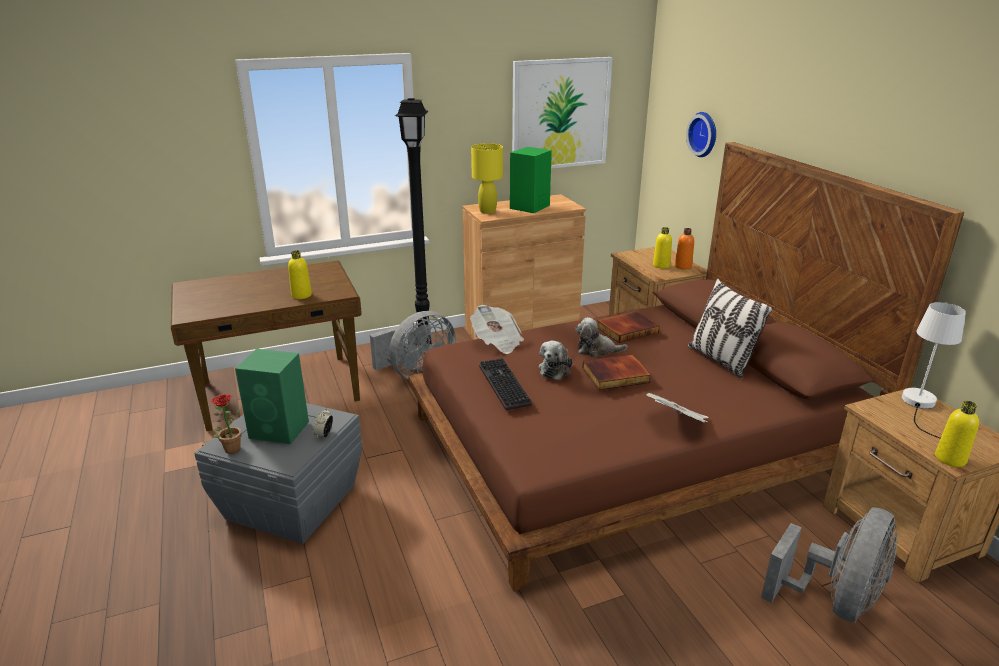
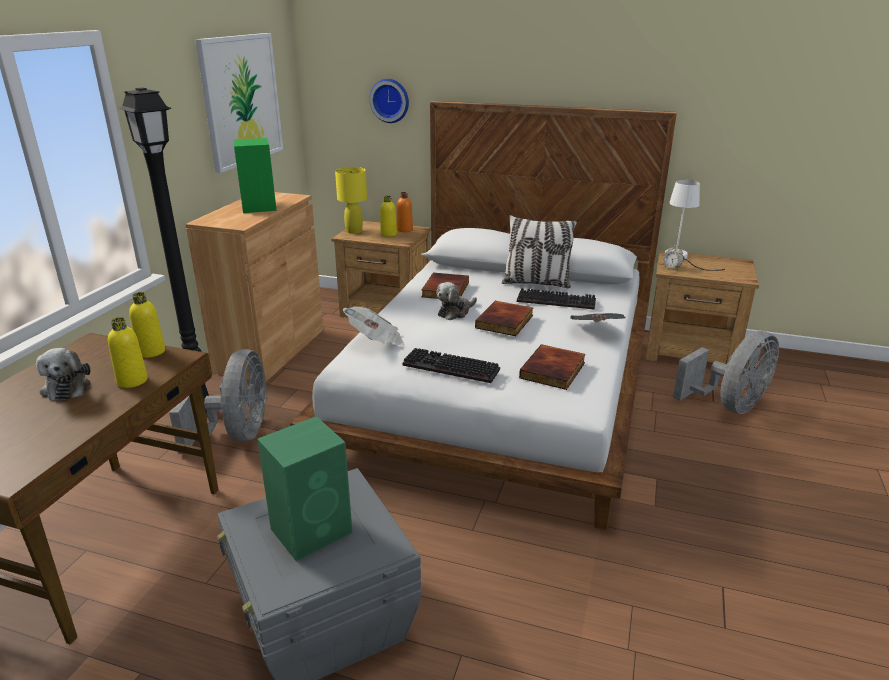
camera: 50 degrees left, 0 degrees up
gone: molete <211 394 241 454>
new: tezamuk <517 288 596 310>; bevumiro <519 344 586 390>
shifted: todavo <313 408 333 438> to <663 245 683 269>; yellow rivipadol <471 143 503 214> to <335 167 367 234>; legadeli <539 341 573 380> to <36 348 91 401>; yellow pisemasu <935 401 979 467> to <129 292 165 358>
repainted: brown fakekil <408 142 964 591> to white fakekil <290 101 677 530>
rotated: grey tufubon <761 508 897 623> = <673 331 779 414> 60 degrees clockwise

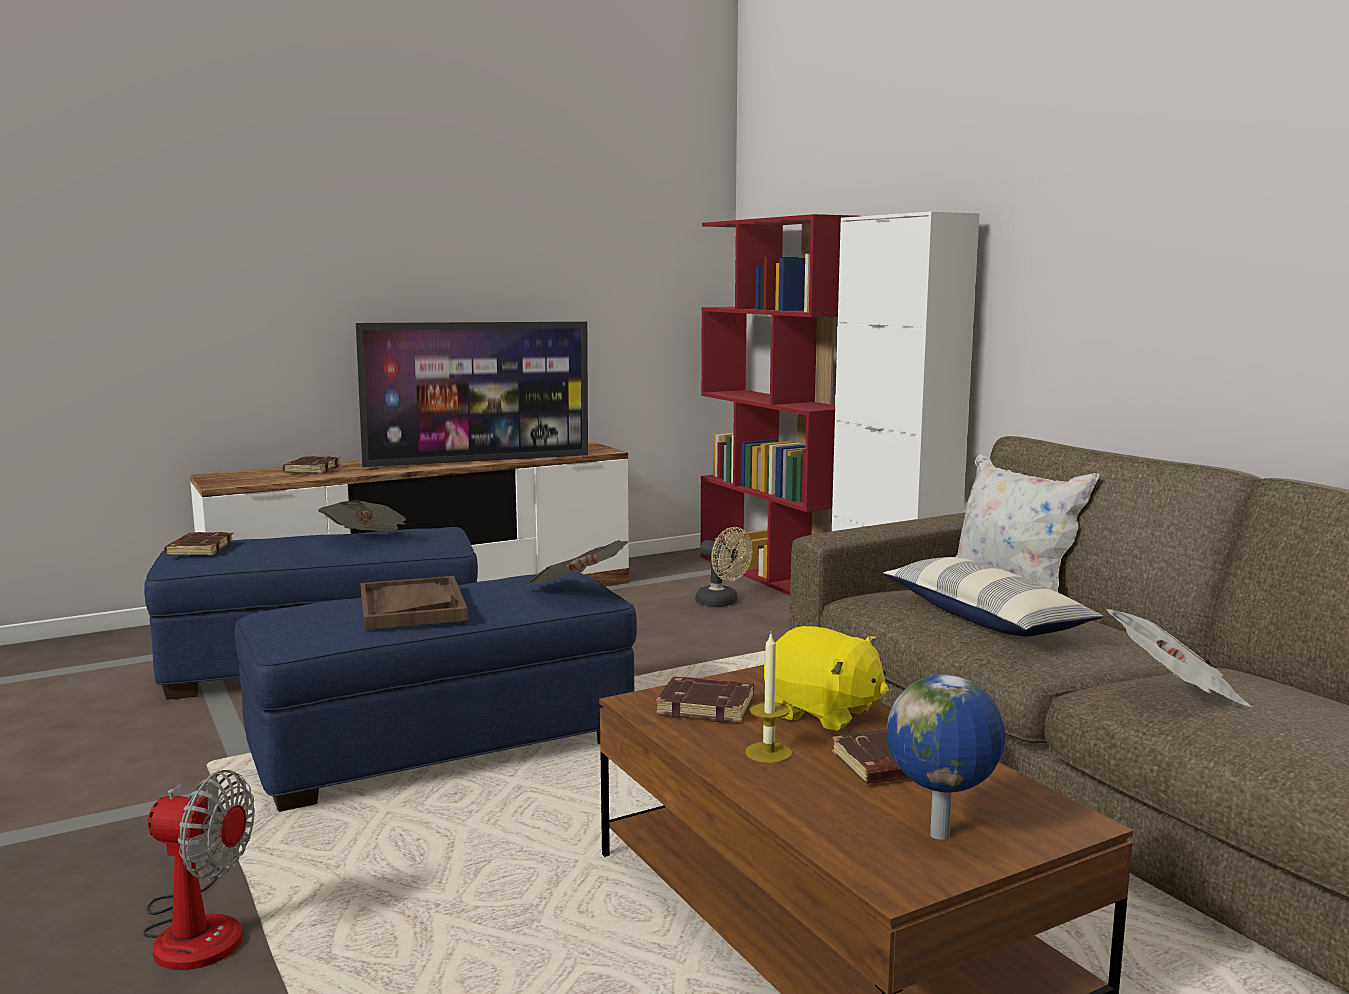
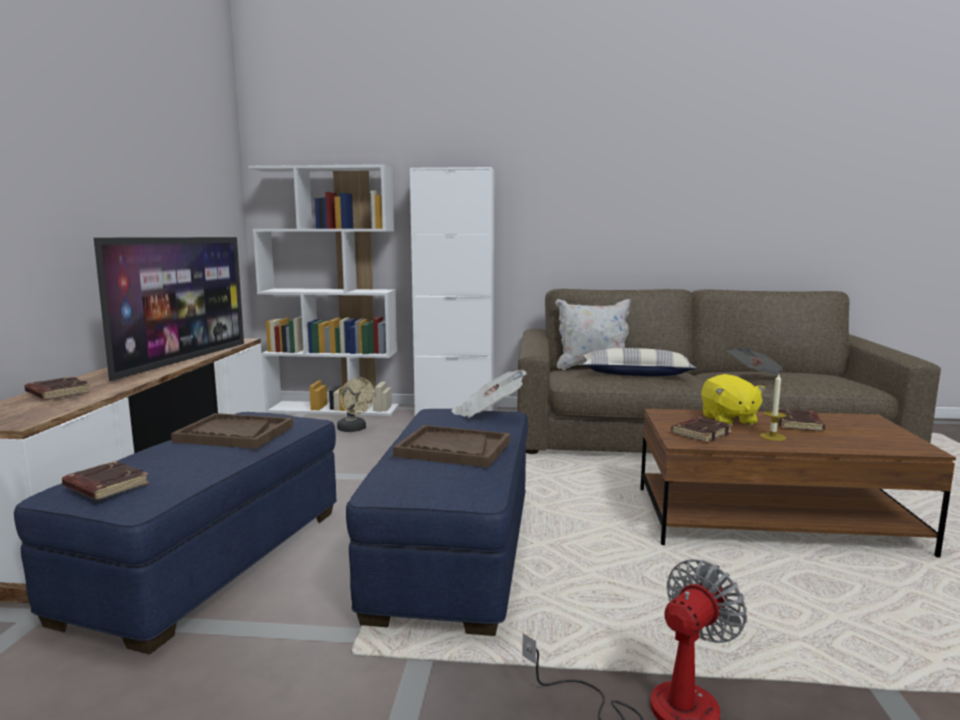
camera: 55 degrees left, 0 degrees up
gone: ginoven <887 674 1005 840>
swapped: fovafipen <318 501 407 531> to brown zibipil <171 413 293 449>
repainted: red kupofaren <700 214 858 595> to white kupofaren <248 164 399 416>
rotated: beige tufubon <696 527 753 607> = <337 377 375 432> 60 degrees clockwise; yellow legadeli <764 626 889 731> = <701 374 766 425> 105 degrees clockwise

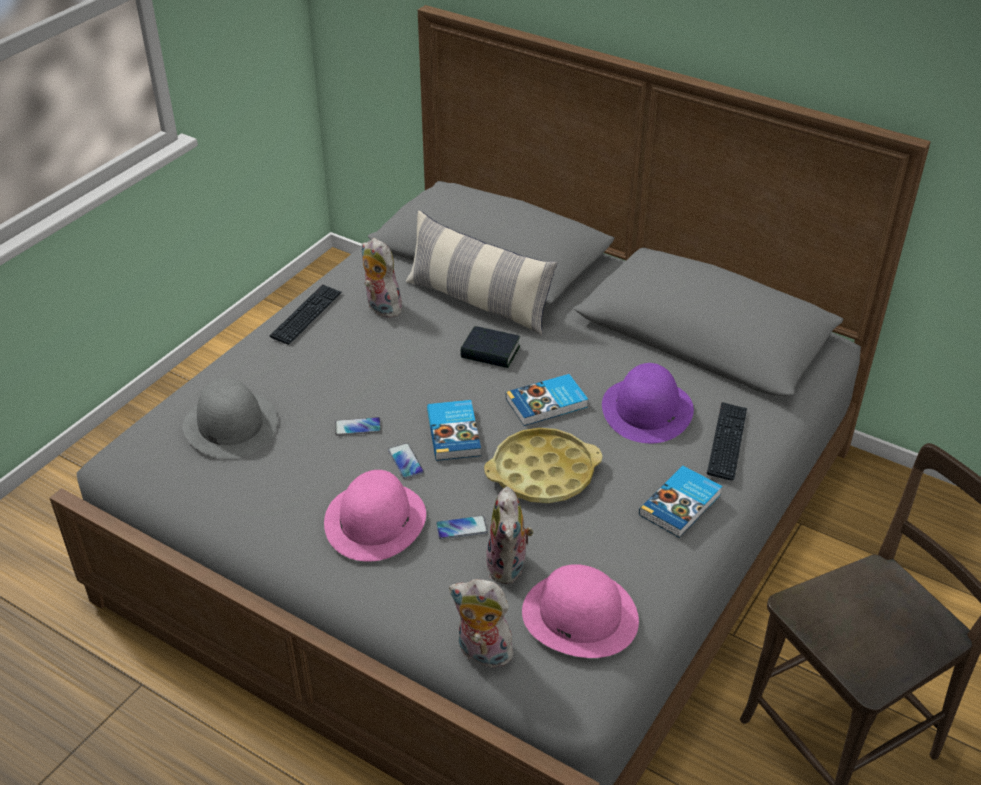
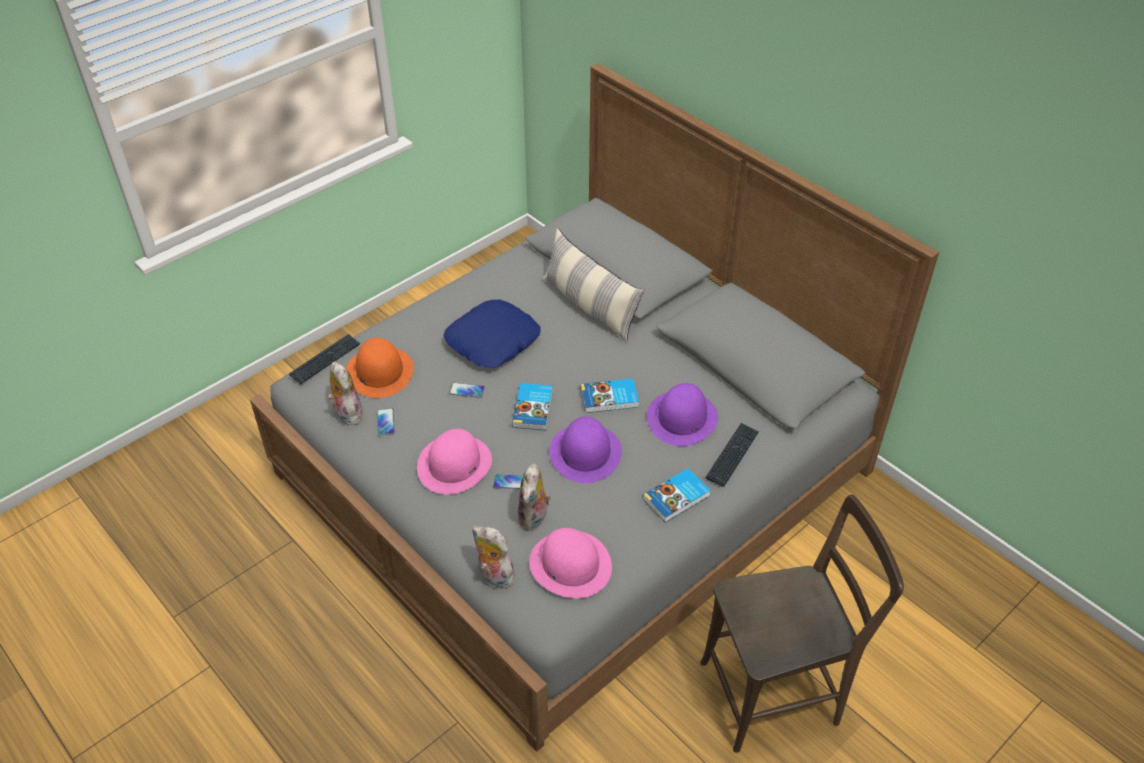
camera: 15 degrees right, 5 degrees up
gone: bevumiro <460 326 520 368>
new: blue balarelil <443 300 541 368>
shifted: tezamuk <270 284 342 345> to <289 334 361 384>; legadeli <362 238 402 318> to <327 361 363 425>; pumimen <388 443 424 479> to <377 408 395 435>
swapped: yellow zibipil <484 428 602 503> to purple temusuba <550 417 622 483>
repainted: grey temusuba <183 378 278 459> to orange temusuba <346 338 413 398>

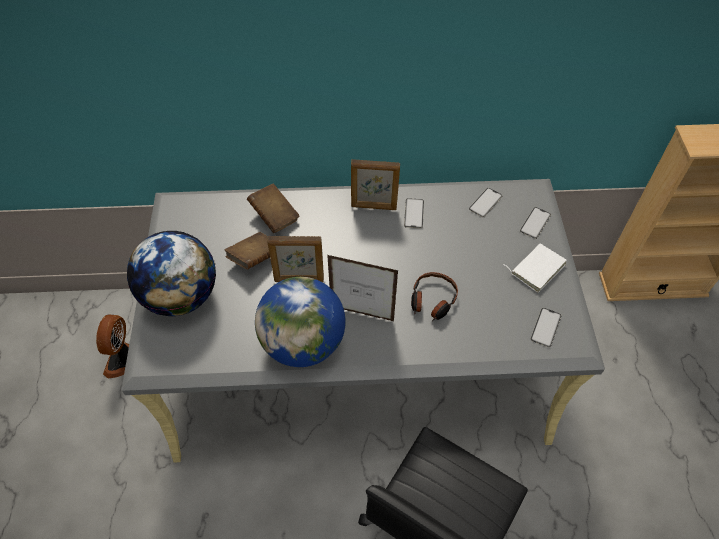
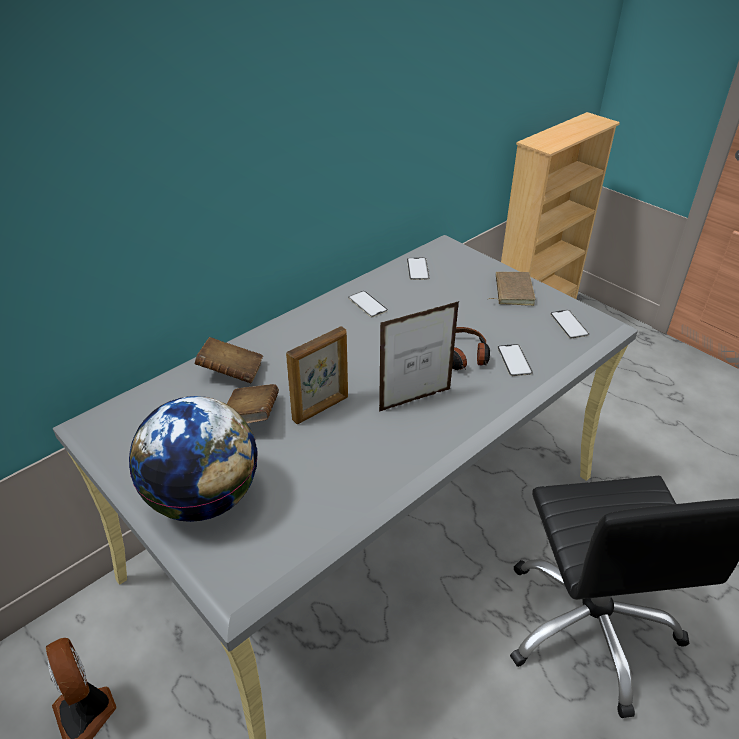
camera: 40 degrees left, 15 degrees down
gone: ginoven <255 277 345 367>; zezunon <351 159 400 210>
shifted: pumimen <520 207 551 239> to <497 344 533 376>
repainted: white bevumiro <505 243 566 293> to brown bevumiro <489 272 536 306>

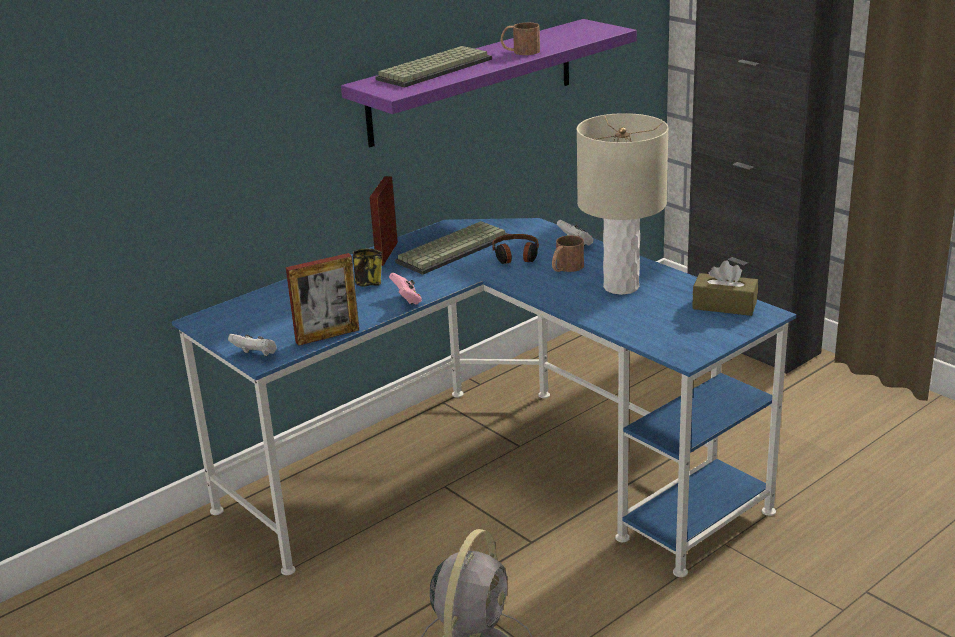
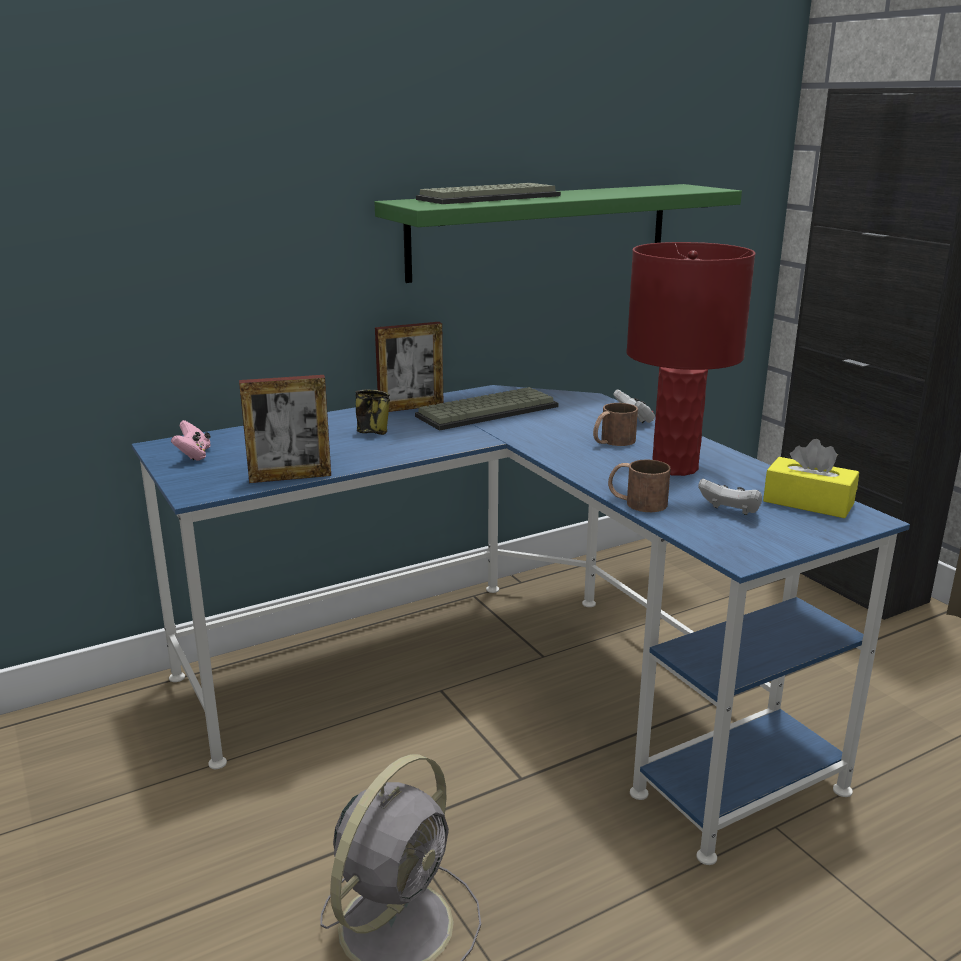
camera: 10 degrees right, 5 degrees down
gone: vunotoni <492 234 539 264>
shifted: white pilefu <228 334 277 356> to <698 479 762 515>; pink pilefu <389 273 422 305> to <171 420 211 460>; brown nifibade <500 23 540 55> to <608 459 671 512>
repainted: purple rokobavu <341 19 637 147> to green rokobavu <374 184 742 283>; beige rivipadol <577 113 669 295> to red rivipadol <626 242 756 476>; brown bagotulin <692 260 758 316> to yellow bagotulin <763 439 859 518>
rotated: zezunon <369 176 398 266> = <375 322 443 412> 135 degrees counterclockwise

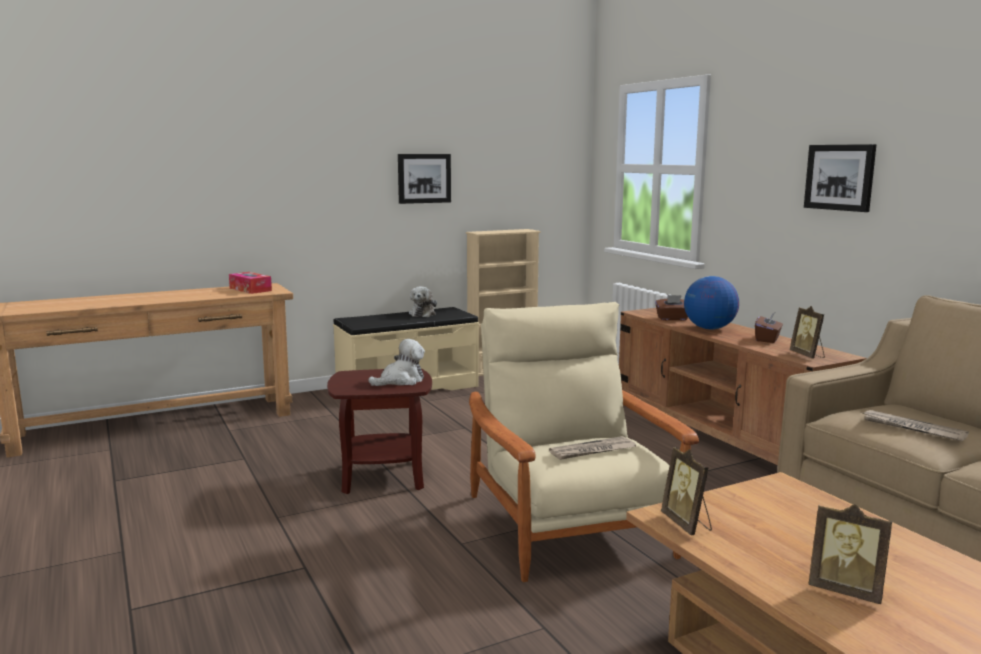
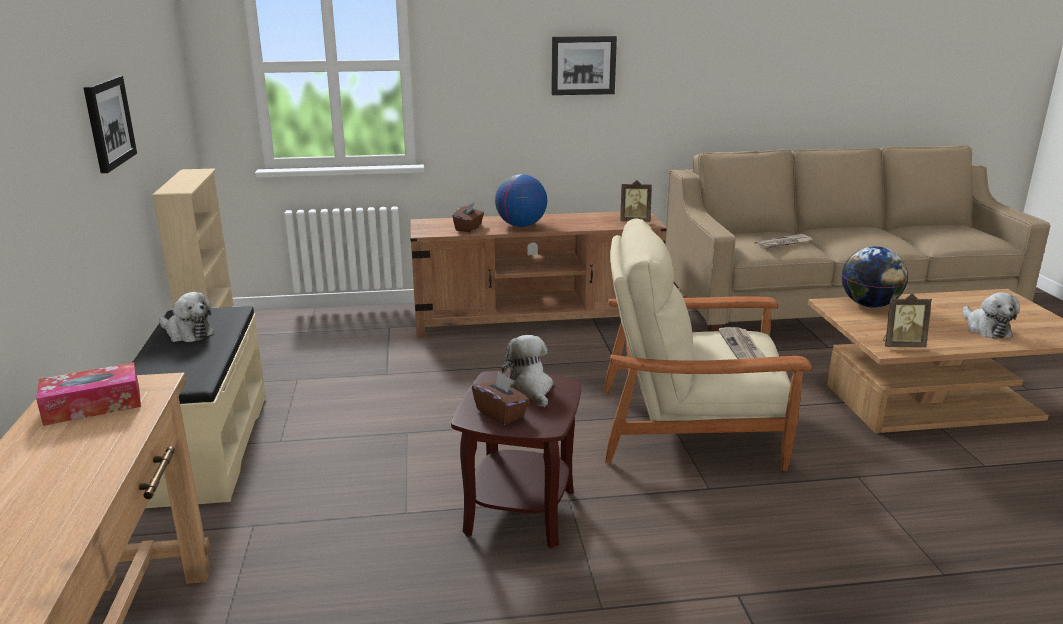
camera: 70 degrees left, 10 degrees up
new: ginoven <842 246 908 308>
shifted: brown bagotulin <755 312 783 343> to <472 372 530 425>
swapped: zezunon <808 504 892 604> to legadeli <963 292 1020 339>

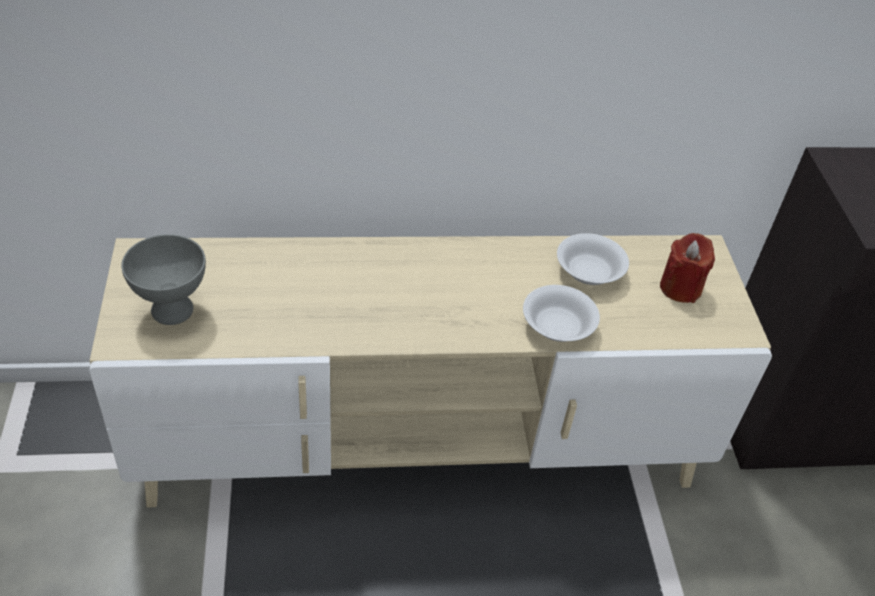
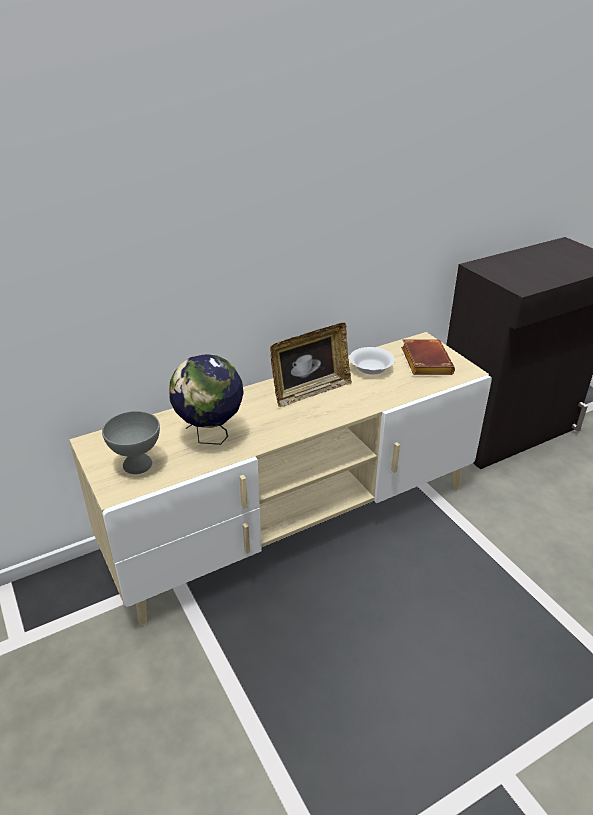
camera: 20 degrees left, 10 degrees down
gone: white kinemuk <523 285 600 342>
new: ginoven <169 354 244 445>; zezunon <270 323 352 407>
swapped: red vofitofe <660 233 715 303> to brown bevumiro <401 339 455 375>

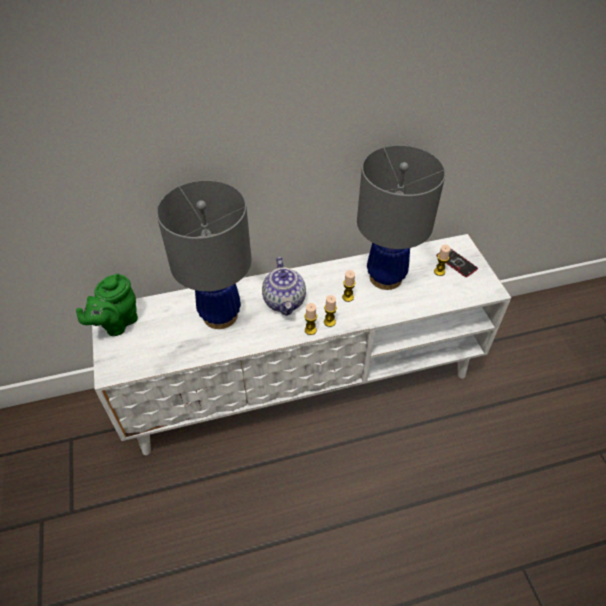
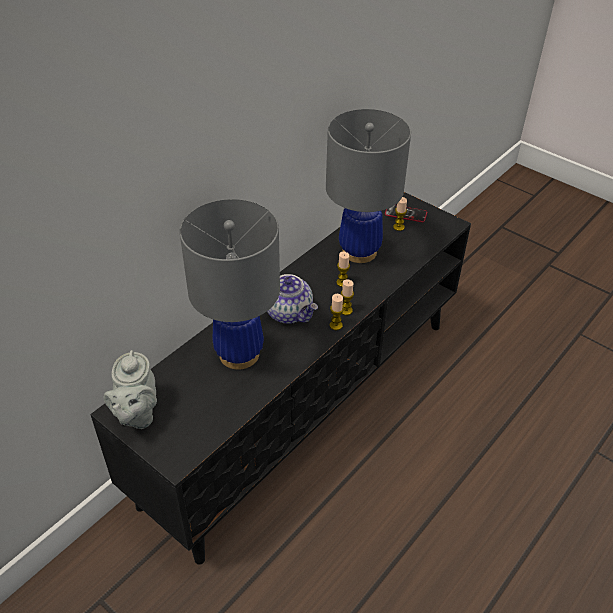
camera: 35 degrees left, 5 degrees down
repainted: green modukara <76 274 138 336> to grey modukara <104 350 157 429>; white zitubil <92 234 511 455> to black zitubil <90 192 471 565>

